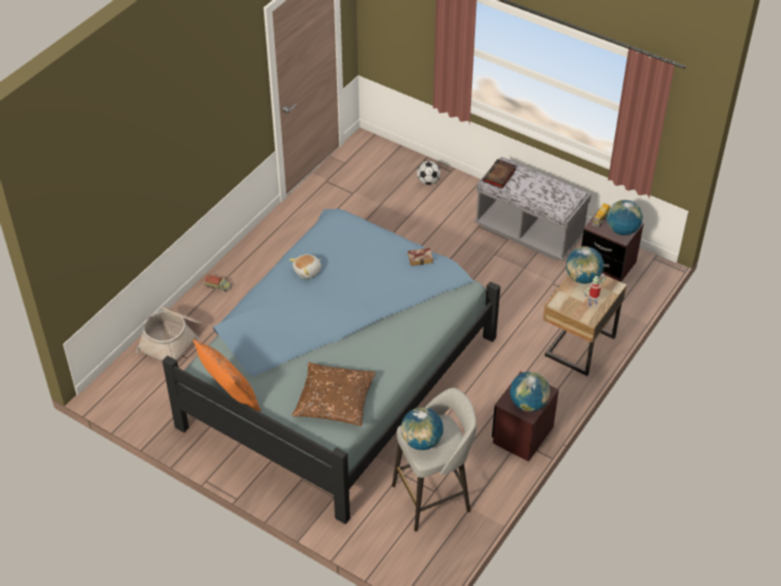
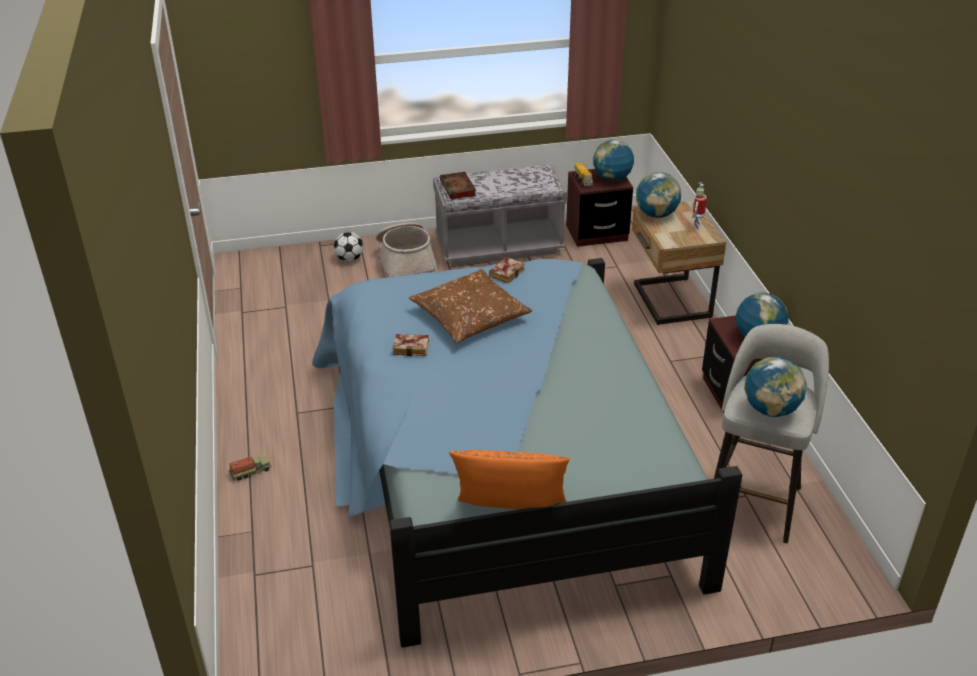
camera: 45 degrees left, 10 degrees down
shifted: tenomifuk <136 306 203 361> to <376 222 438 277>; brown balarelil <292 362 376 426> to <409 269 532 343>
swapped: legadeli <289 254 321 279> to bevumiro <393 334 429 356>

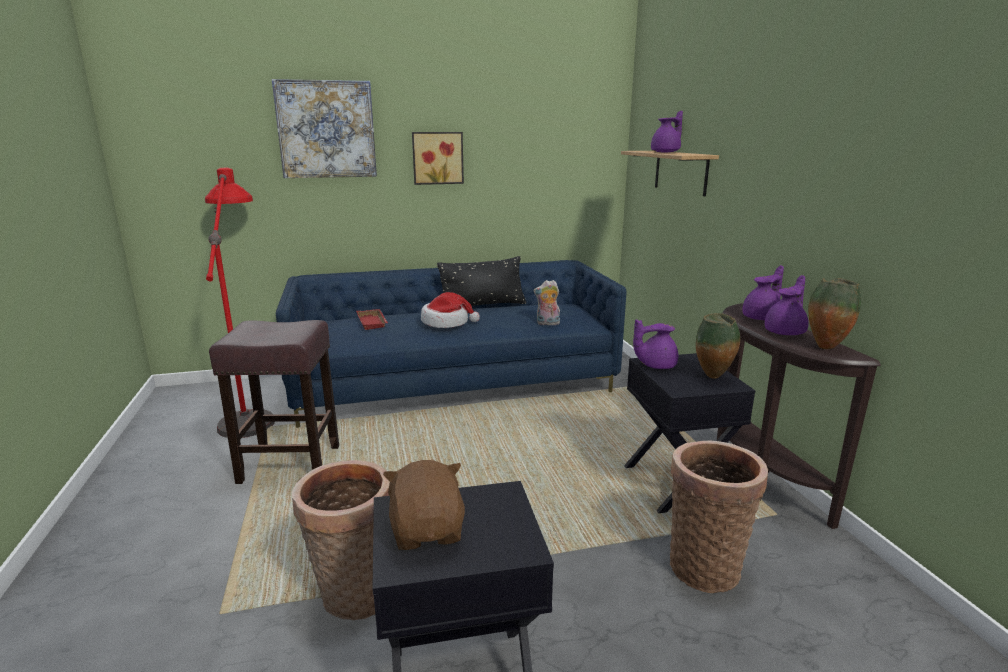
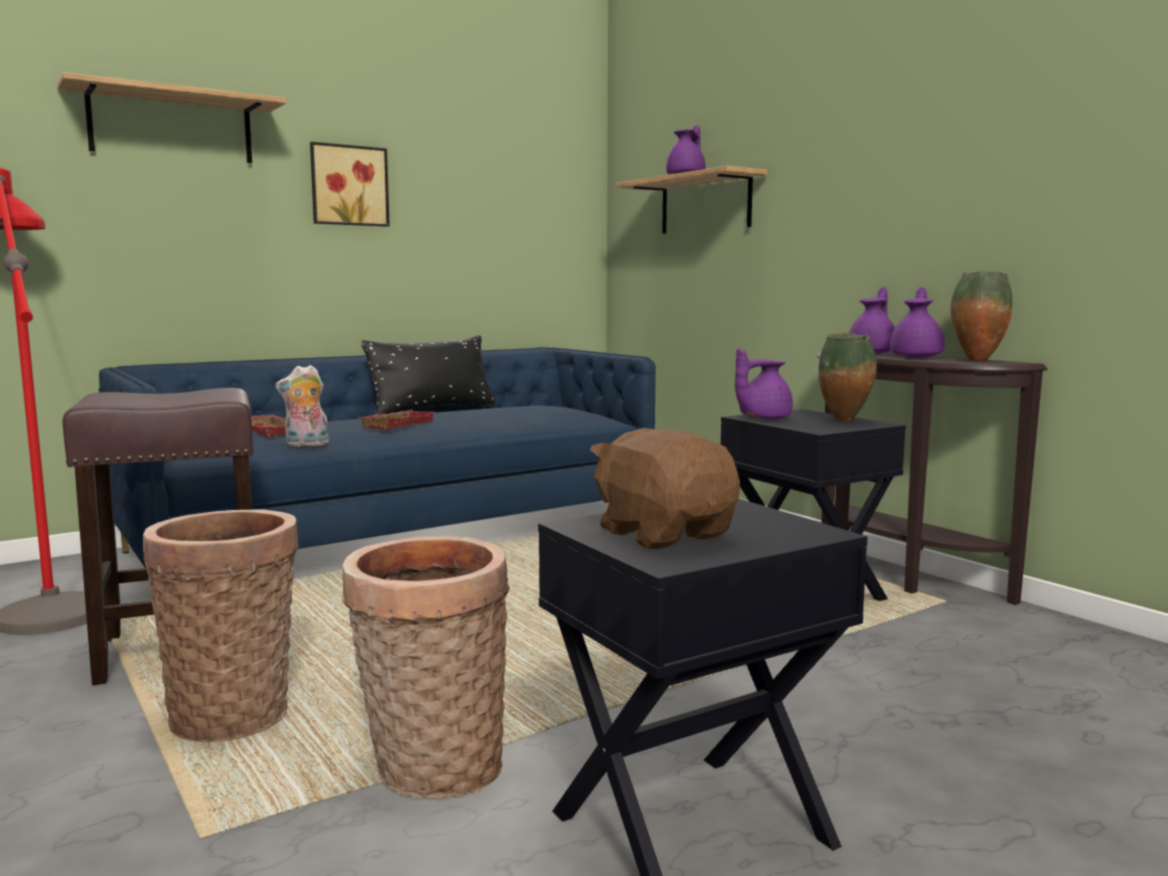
camera: 20 degrees left, 10 degrees down
shifted: legadeli <533 280 560 325> to <275 365 330 447>; tenomifuk <670 441 768 593> to <143 509 299 743>
swapped: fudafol <272 79 377 178> to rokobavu <57 72 287 163>; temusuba <421 292 480 328> to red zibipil <359 411 434 429>

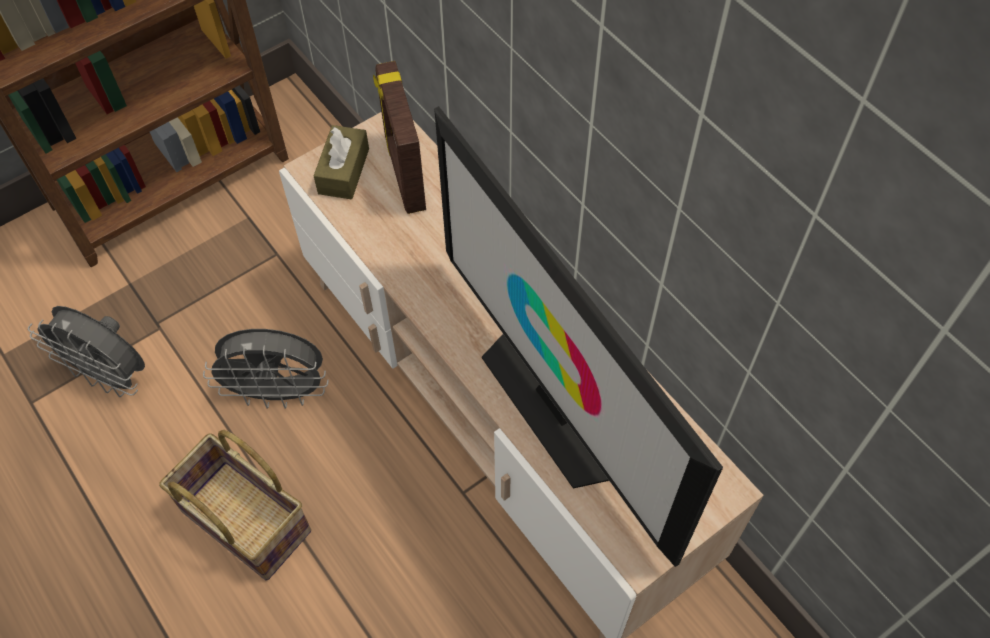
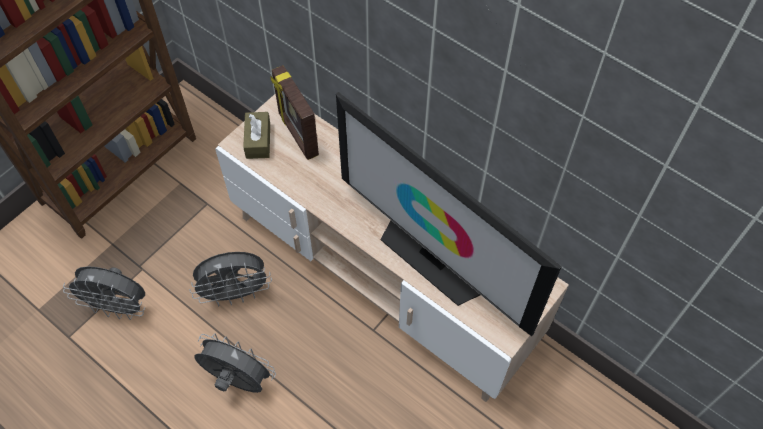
camera: 15 degrees left, 0 degrees up
swapped: tenomifuk <159 430 311 581> to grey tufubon <194 333 276 393>

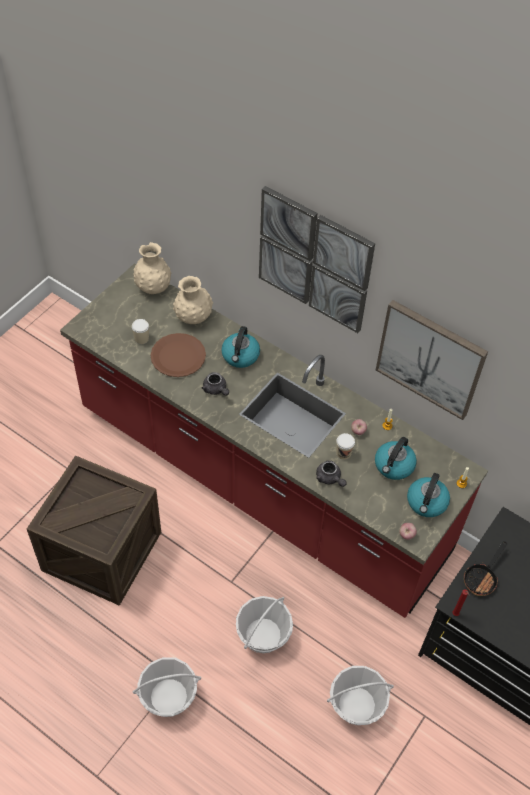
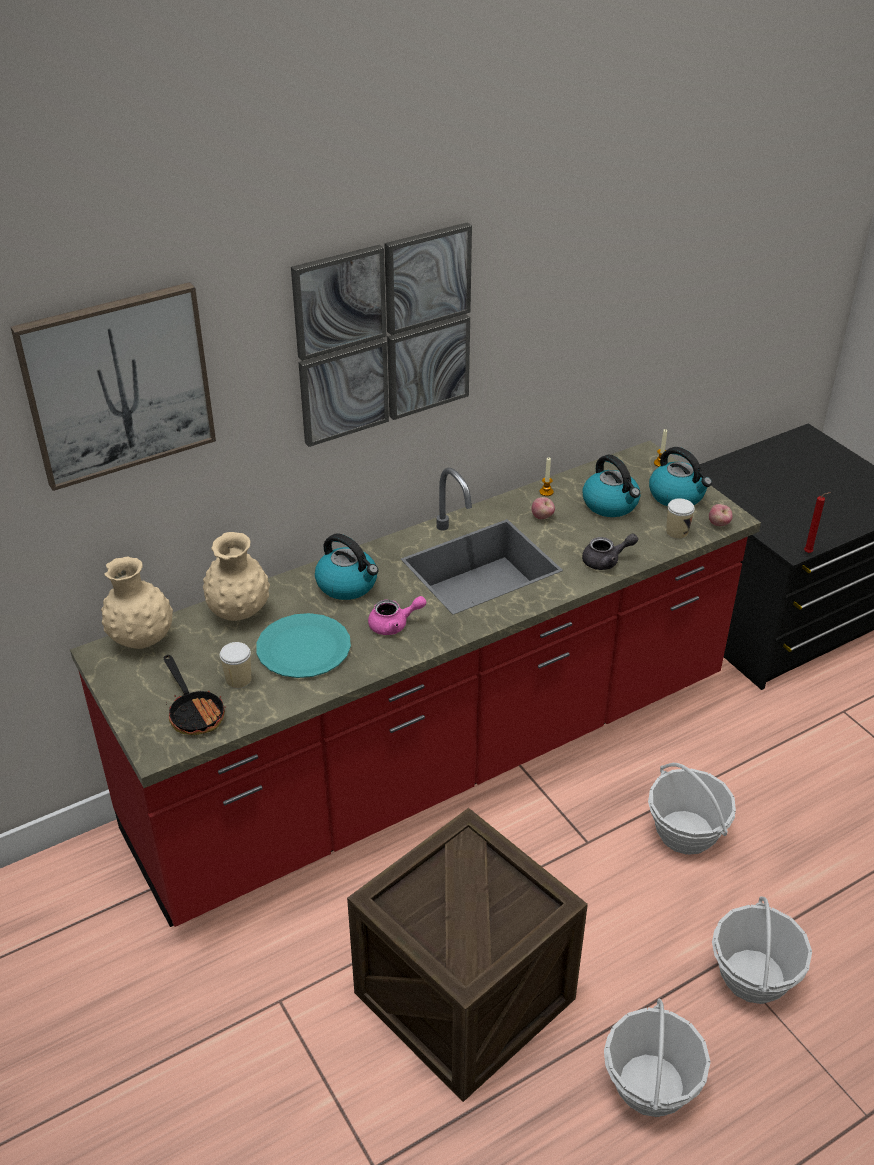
camera: 65 degrees left, 15 degrees down
shifted: tenomifuk <327 666 394 725> to <604 998 710 1117>; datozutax <336 433 355 460> to <666 498 695 539>; fudafol <376 300 488 420> to <11 282 216 491>; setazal <464 541 507 596> to <164 655 226 735>
repainted: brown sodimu <151 333 206 377> to turquoise sodimu <256 613 351 678>; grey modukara <202 372 229 395> to pink modukara <368 596 426 635>

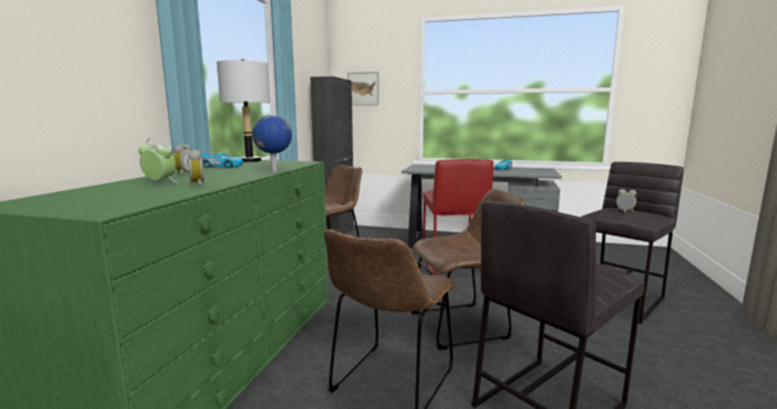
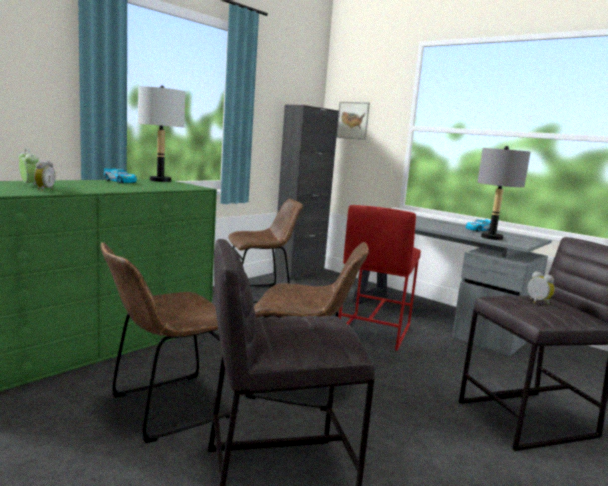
camera: 25 degrees right, 0 degrees up
gone: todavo <173 144 191 175>; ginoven <252 115 292 172>
new: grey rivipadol <478 146 530 240>

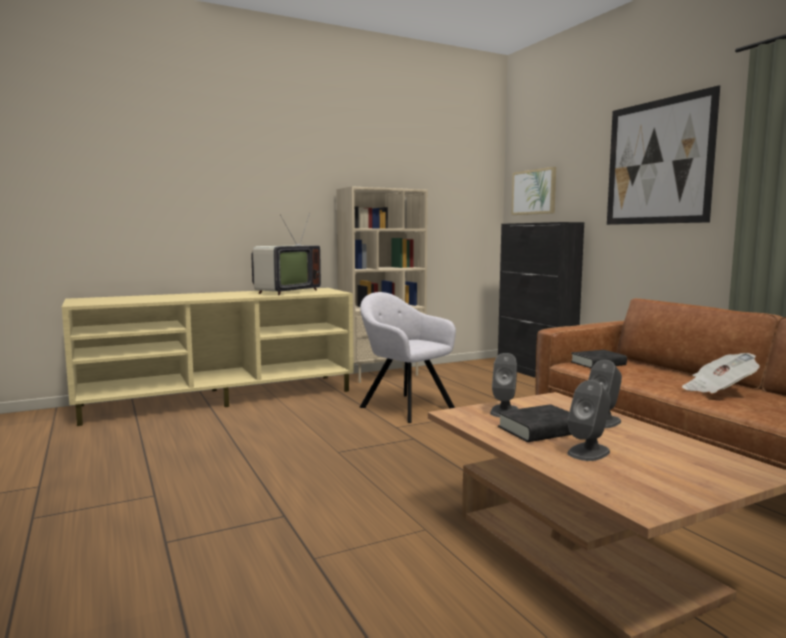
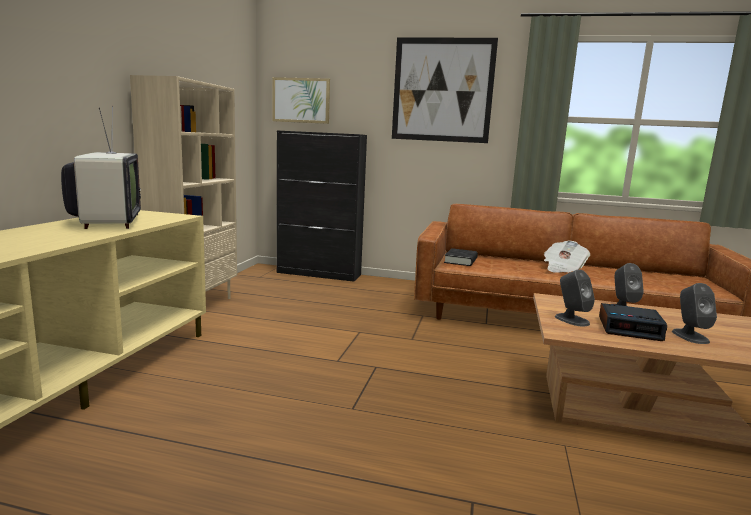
camera: 50 degrees left, 5 degrees up
gone: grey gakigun <359 292 456 423>
swapped: black bevumiro <498 404 571 442> to todavo <599 303 667 341>

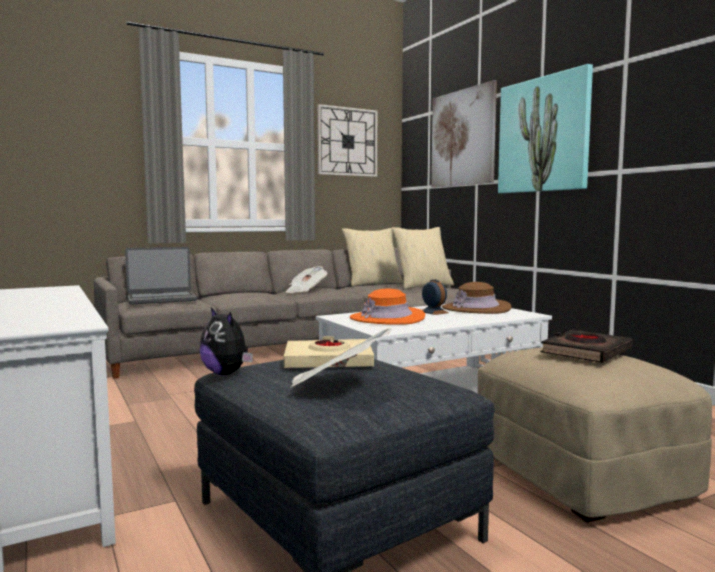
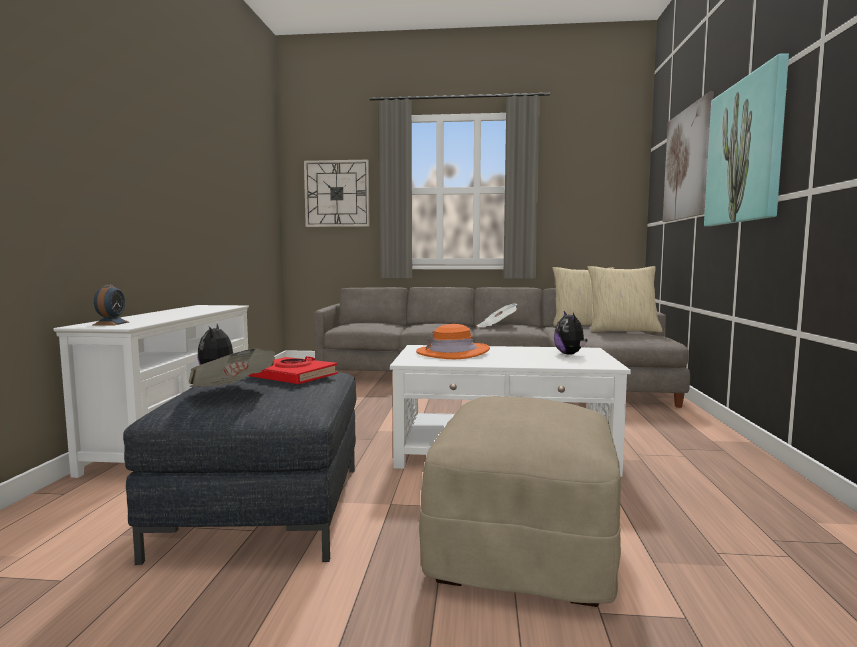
camera: 35 degrees right, 0 degrees up
gone: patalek <125 247 197 304>; black bevumiro <540 330 633 363>
shifted: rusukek <317 104 377 177> to <304 160 370 227>; todavo <422 279 448 315> to <92 285 129 326>
swapped: brown temusuba <442 282 511 314> to legadeli <554 311 587 355>
repainted: beige bevumiro <284 336 374 368> to red bevumiro <248 356 338 384>

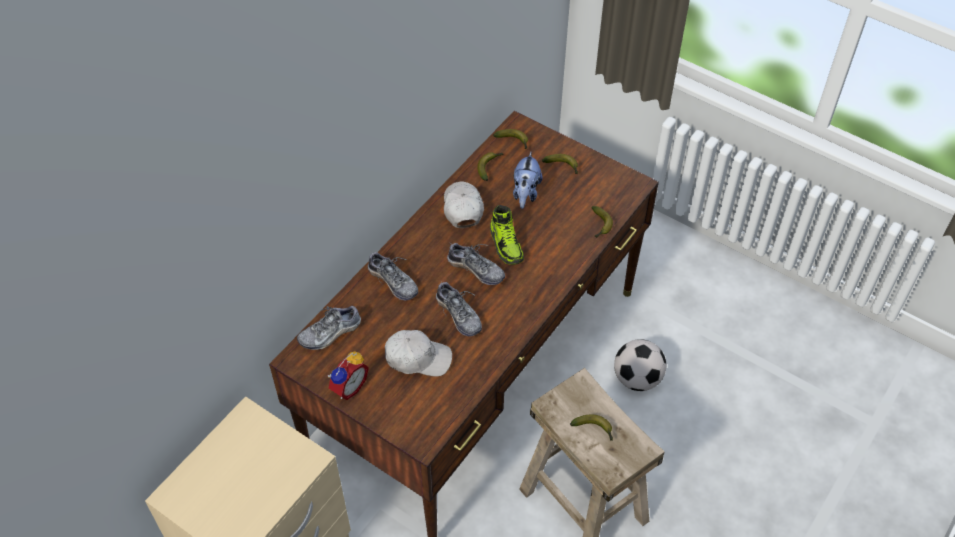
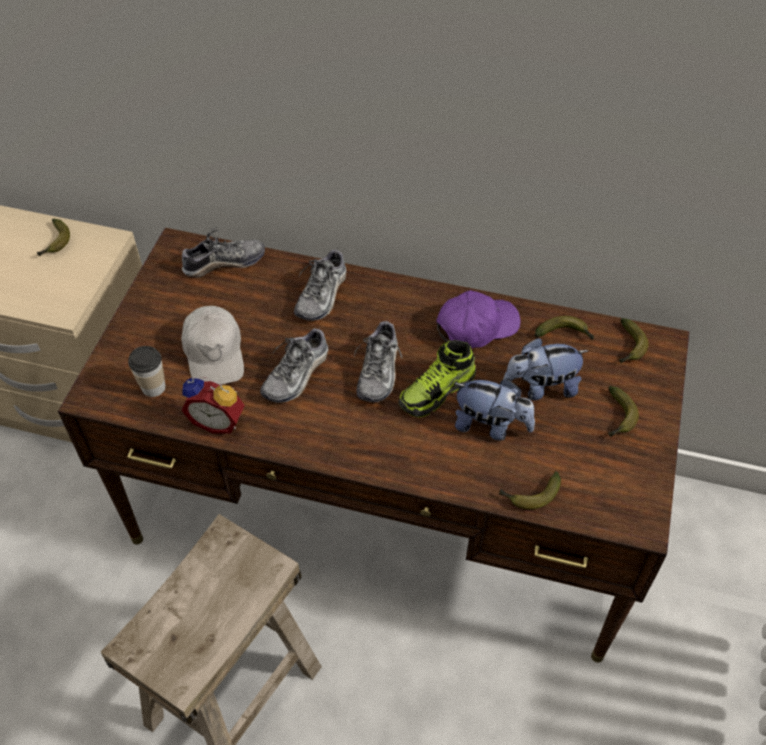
camera: 70 degrees right, 0 degrees up
gone: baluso <614 339 666 391>
new: datozutax <128 346 166 397>; legadeli <454 379 535 441>
shifted: todavo <327 352 369 400> to <181 377 245 434>; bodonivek <570 415 613 441> to <37 219 70 256>
repainted: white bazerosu <444 182 484 228> to purple bazerosu <436 290 521 349>
rotated: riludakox <297 306 361 350> = <179 226 265 278> 120 degrees clockwise

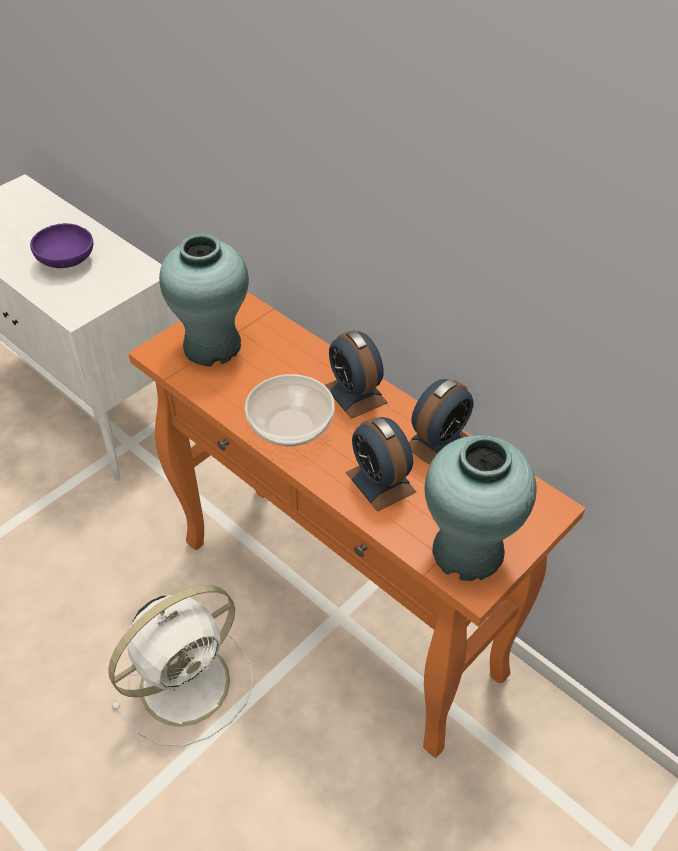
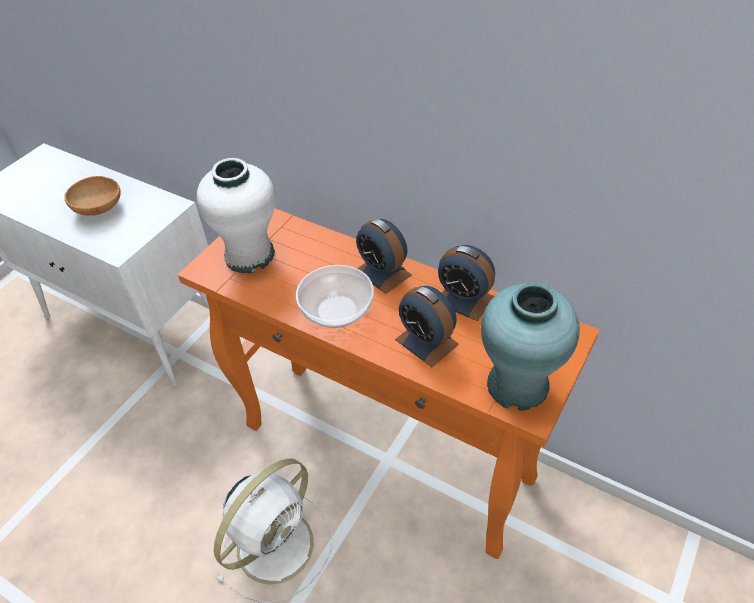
camera: 10 degrees left, 0 degrees up
repainted: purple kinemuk <30 223 93 268> to brown kinemuk <64 176 121 216>; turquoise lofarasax <159 234 249 366> to white lofarasax <197 158 276 273>
rotated: todavo <409 379 474 465> = <438 245 495 321> 90 degrees clockwise

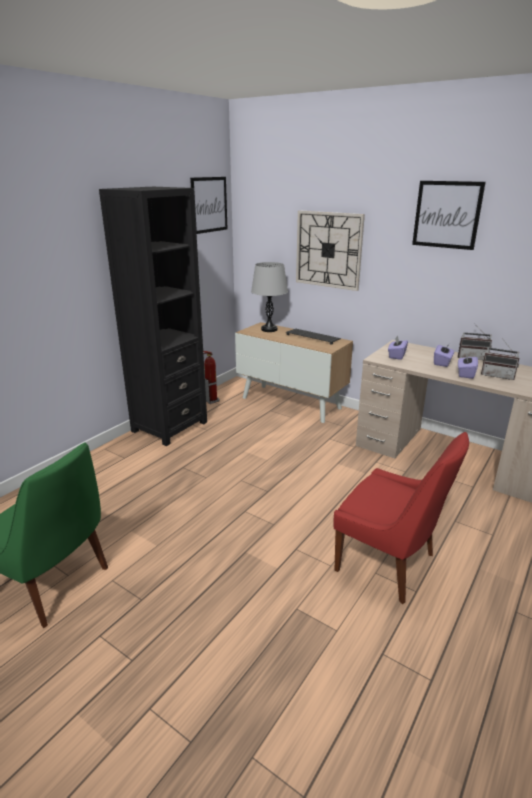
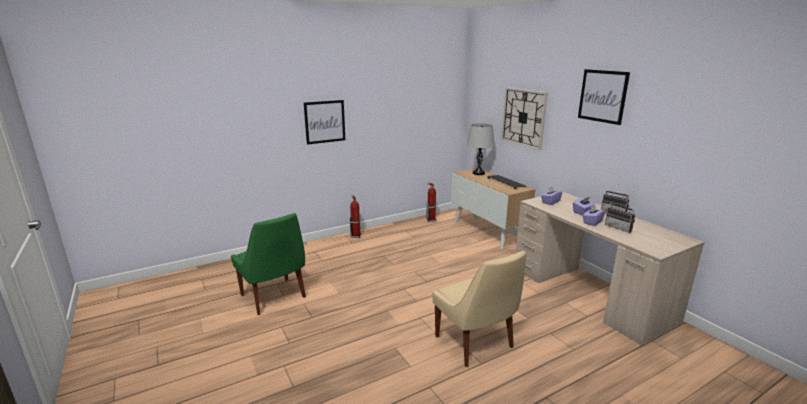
camera: 25 degrees right, 5 degrees down
gone: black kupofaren <99 187 207 446>
new: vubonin <350 195 362 238>
shifted: fudafol <190 177 227 234> to <304 100 345 145>
repainted: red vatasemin <334 432 469 604> to beige vatasemin <432 251 526 367>

